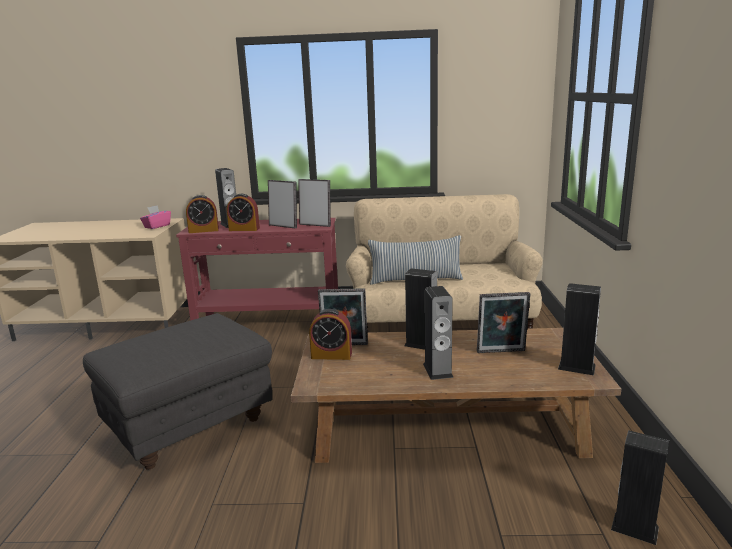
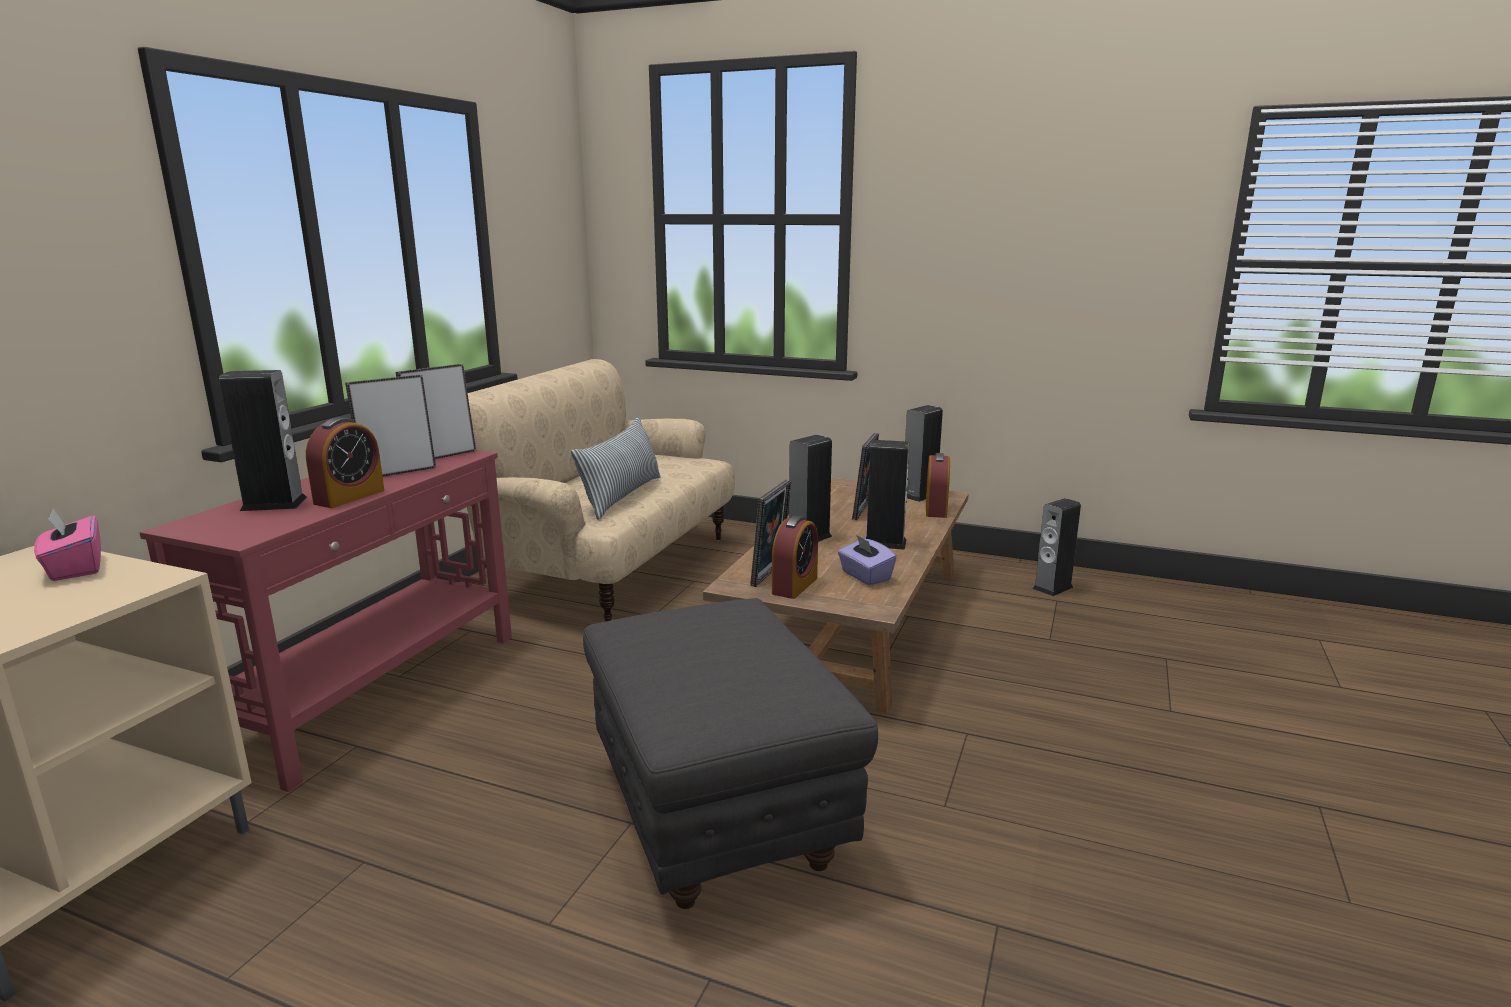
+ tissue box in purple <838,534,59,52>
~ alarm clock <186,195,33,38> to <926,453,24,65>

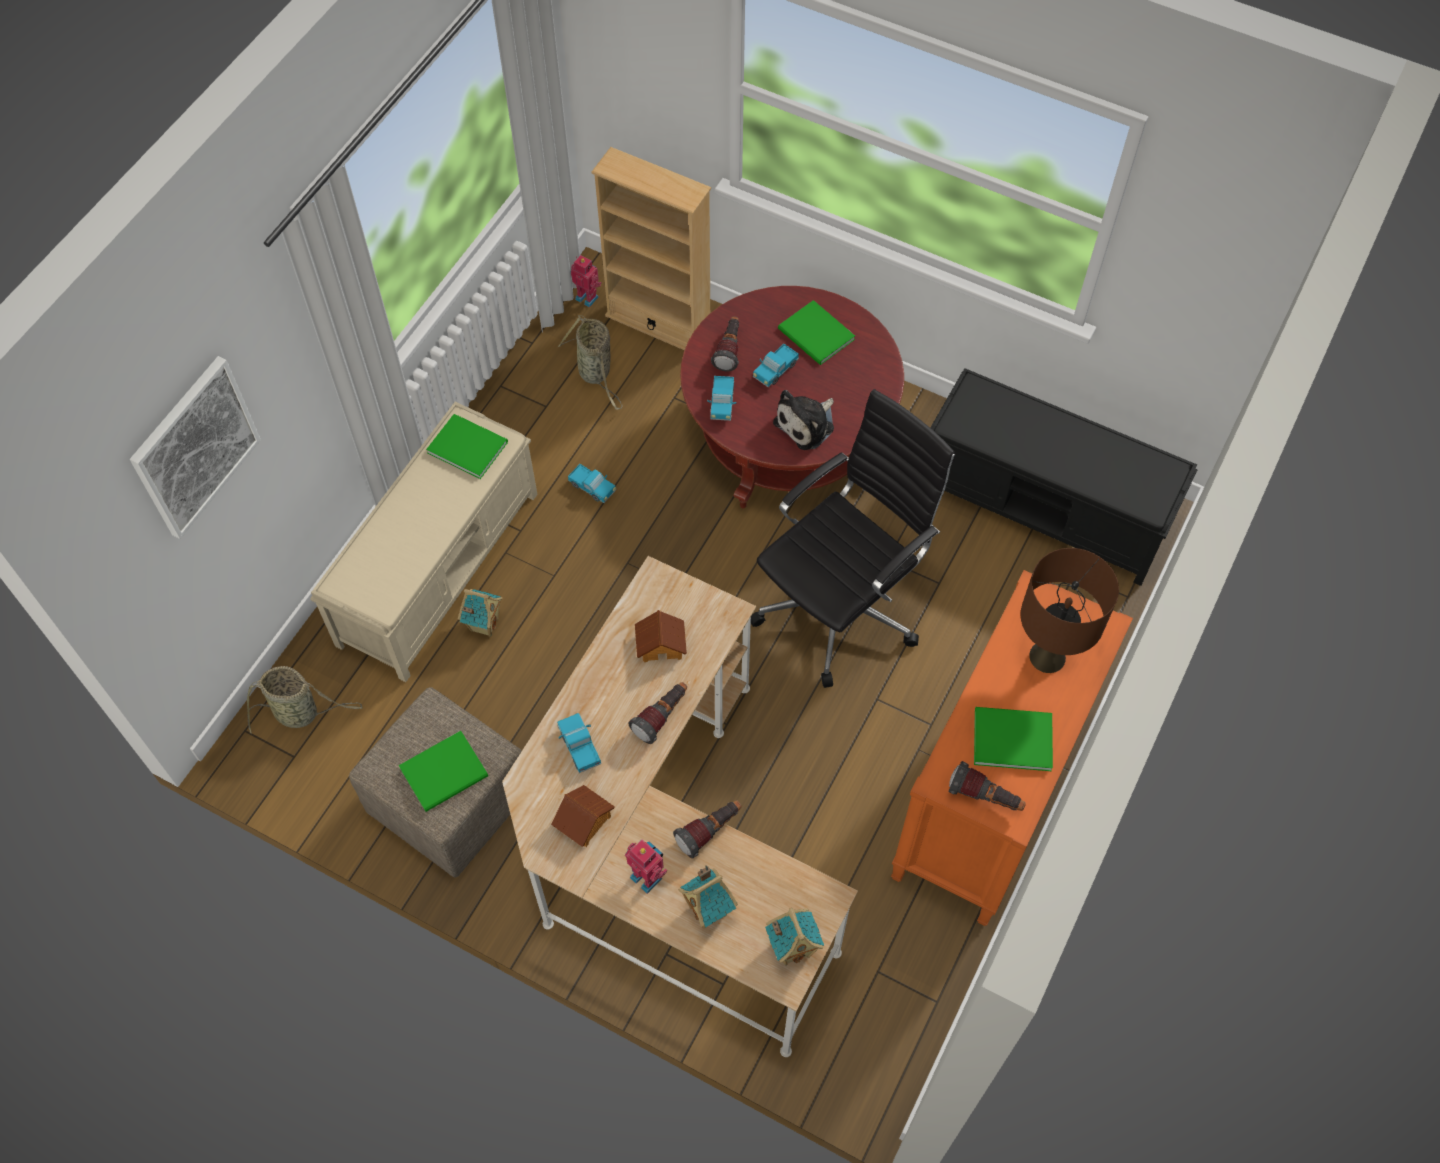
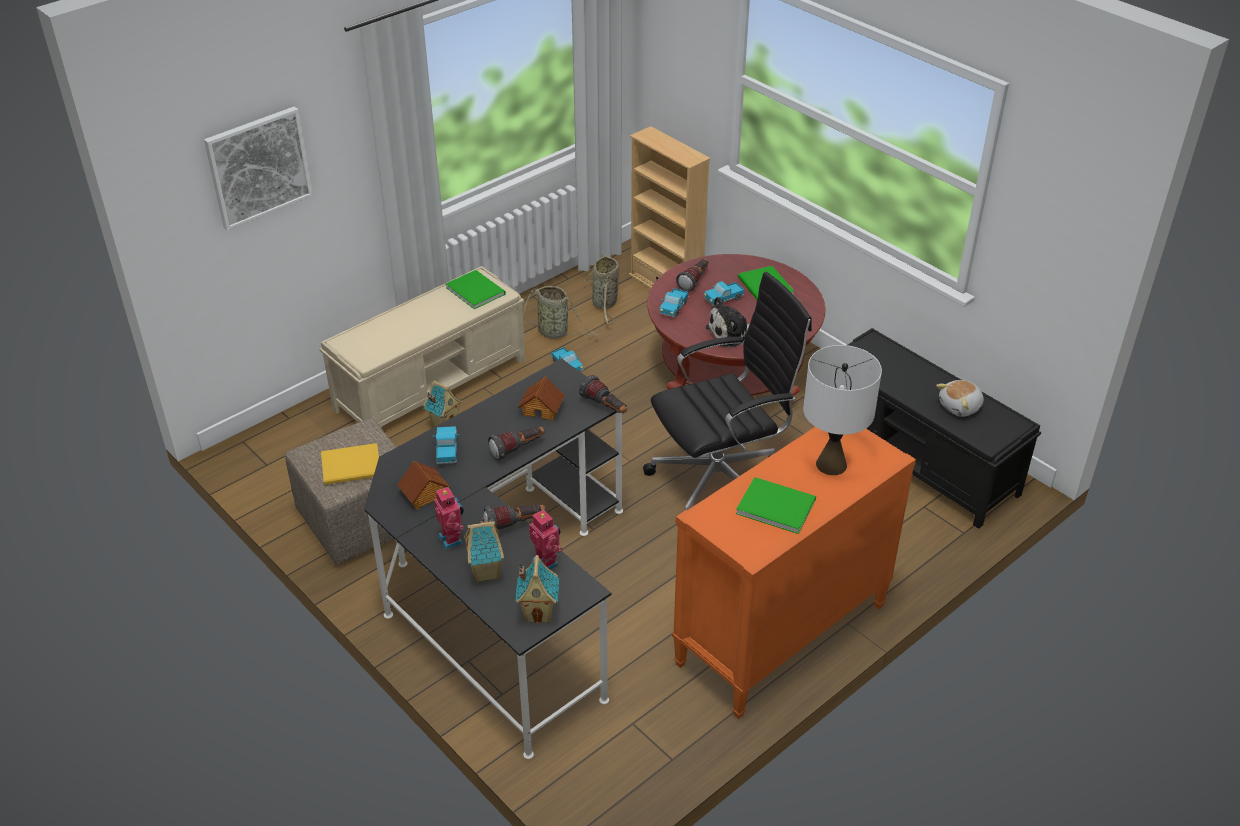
+ plush toy <936,380,48,37>
~ basket <247,666,116,68> to <523,286,74,53>
~ toy robot <571,255,31,52> to <529,510,33,60>
~ flashlight <949,761,77,50> to <579,375,48,38>
~ book in green <399,731,89,81> to book in yellow <321,443,58,42>
~ desk in beige <502,556,356,501> to desk in black <364,359,262,400>
~ table lamp in brown <1020,548,99,125> to table lamp in white <803,345,79,130>

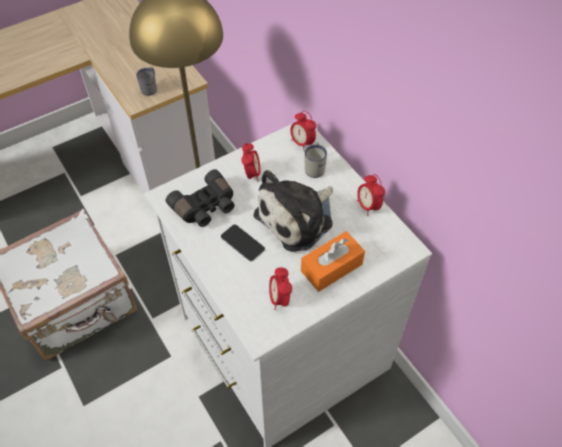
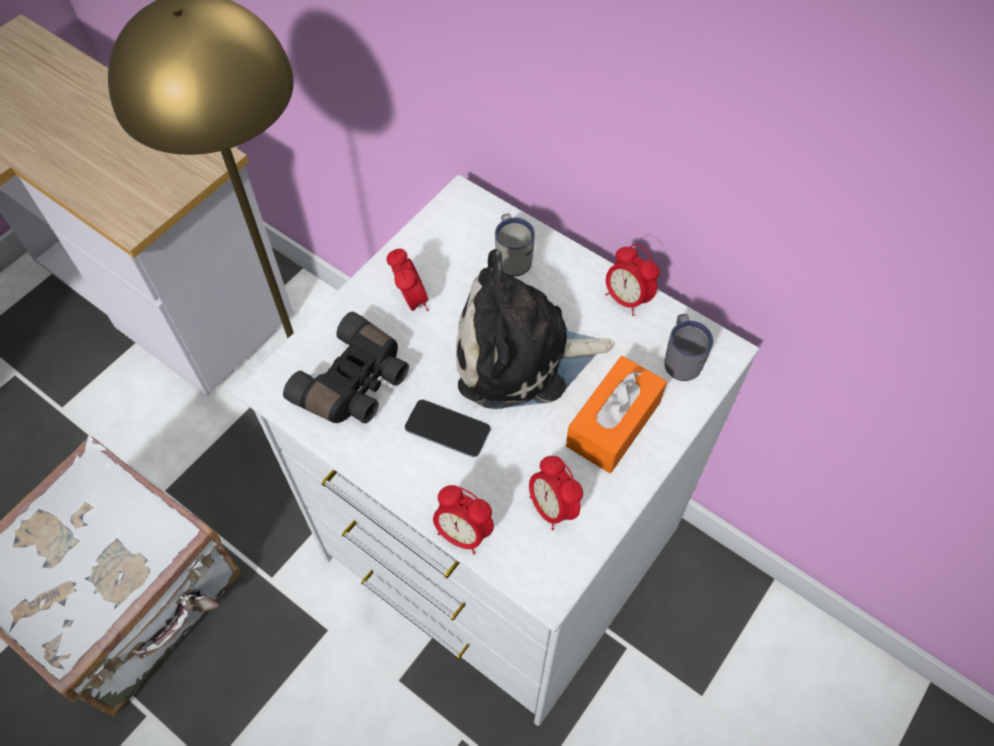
~ mug in grey <136,67,21,29> to <664,314,49,67>
~ alarm clock <290,111,26,40> to <433,485,61,69>
~ plush toy <254,170,79,82> = <456,249,159,160> 60 degrees clockwise

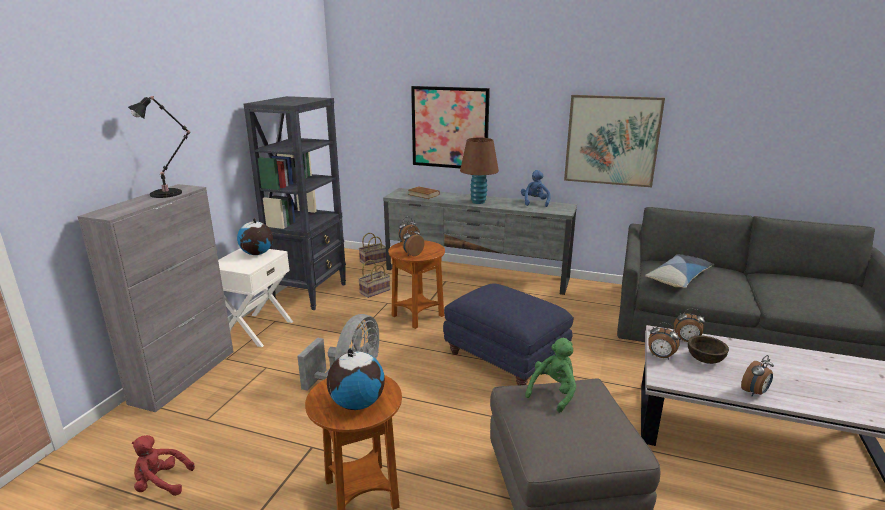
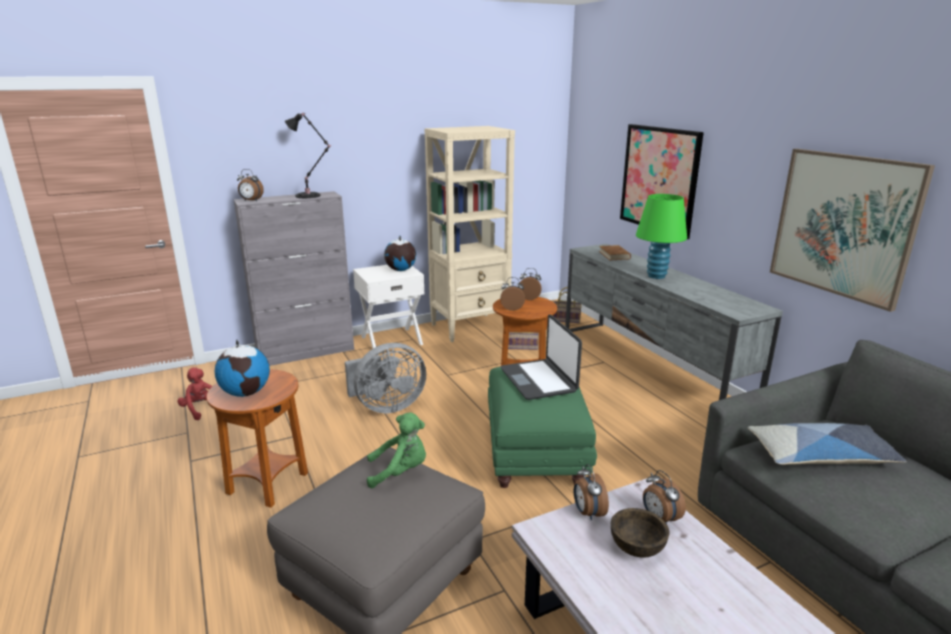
- plush toy in blue <521,170,30,37>
+ laptop <501,314,81,86>
~ alarm clock <741,355,33,41> to <237,169,27,32>
~ bookcase in black <243,96,103,214> to bookcase in beige <425,126,90,216>
~ ottoman in blue <443,283,130,103> to ottoman in green <488,367,109,121>
~ table lamp in brown <460,138,39,66> to table lamp in green <636,194,51,85>

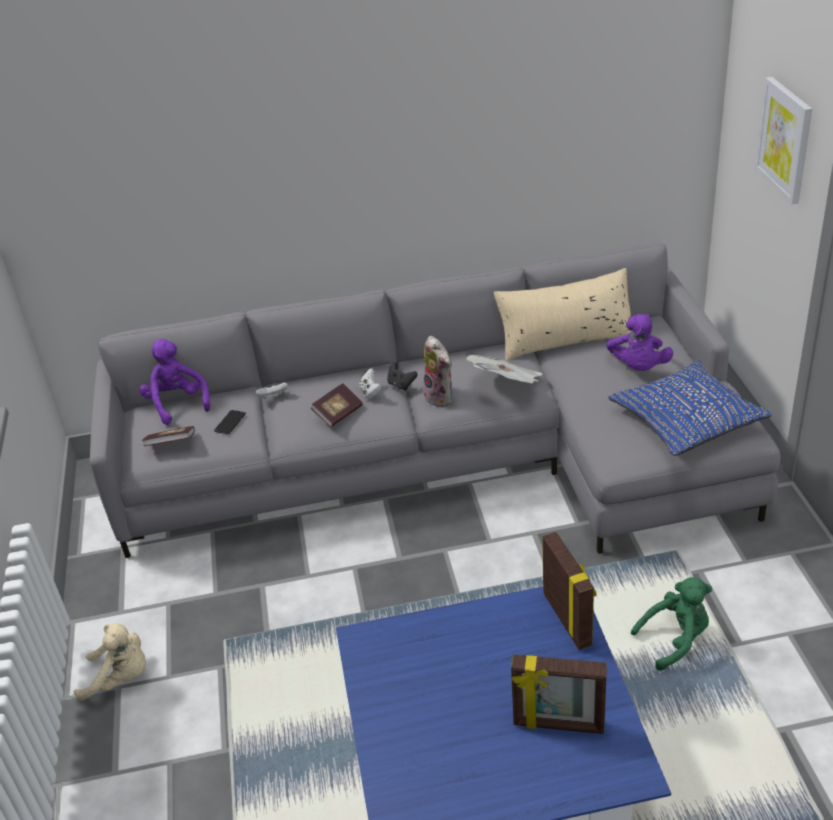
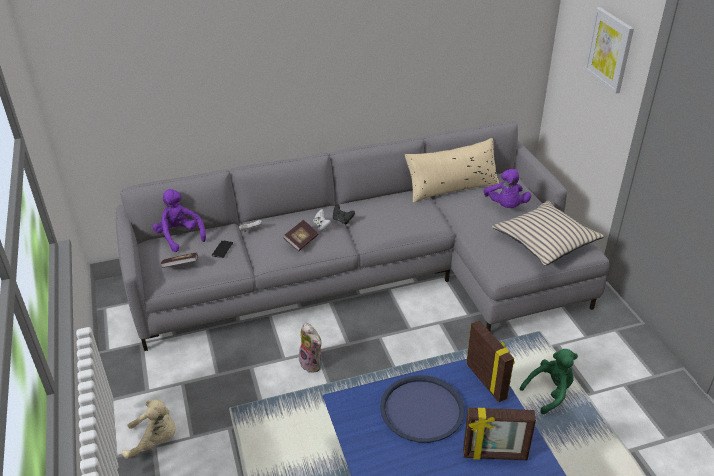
- newspaper <466,355,76,29>
+ tray in blue <380,375,85,68>
~ plush toy <423,336,29,71> to <299,323,23,50>
~ pillow in blue <608,360,164,96> to pillow in beige <492,201,113,65>

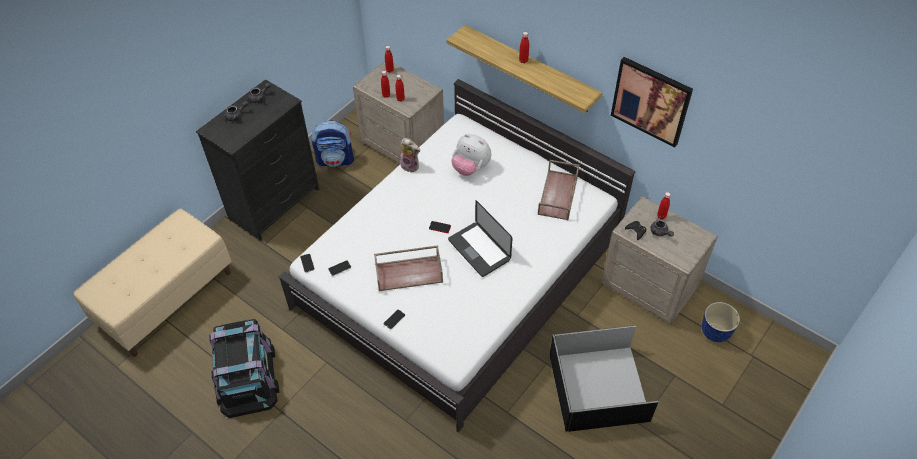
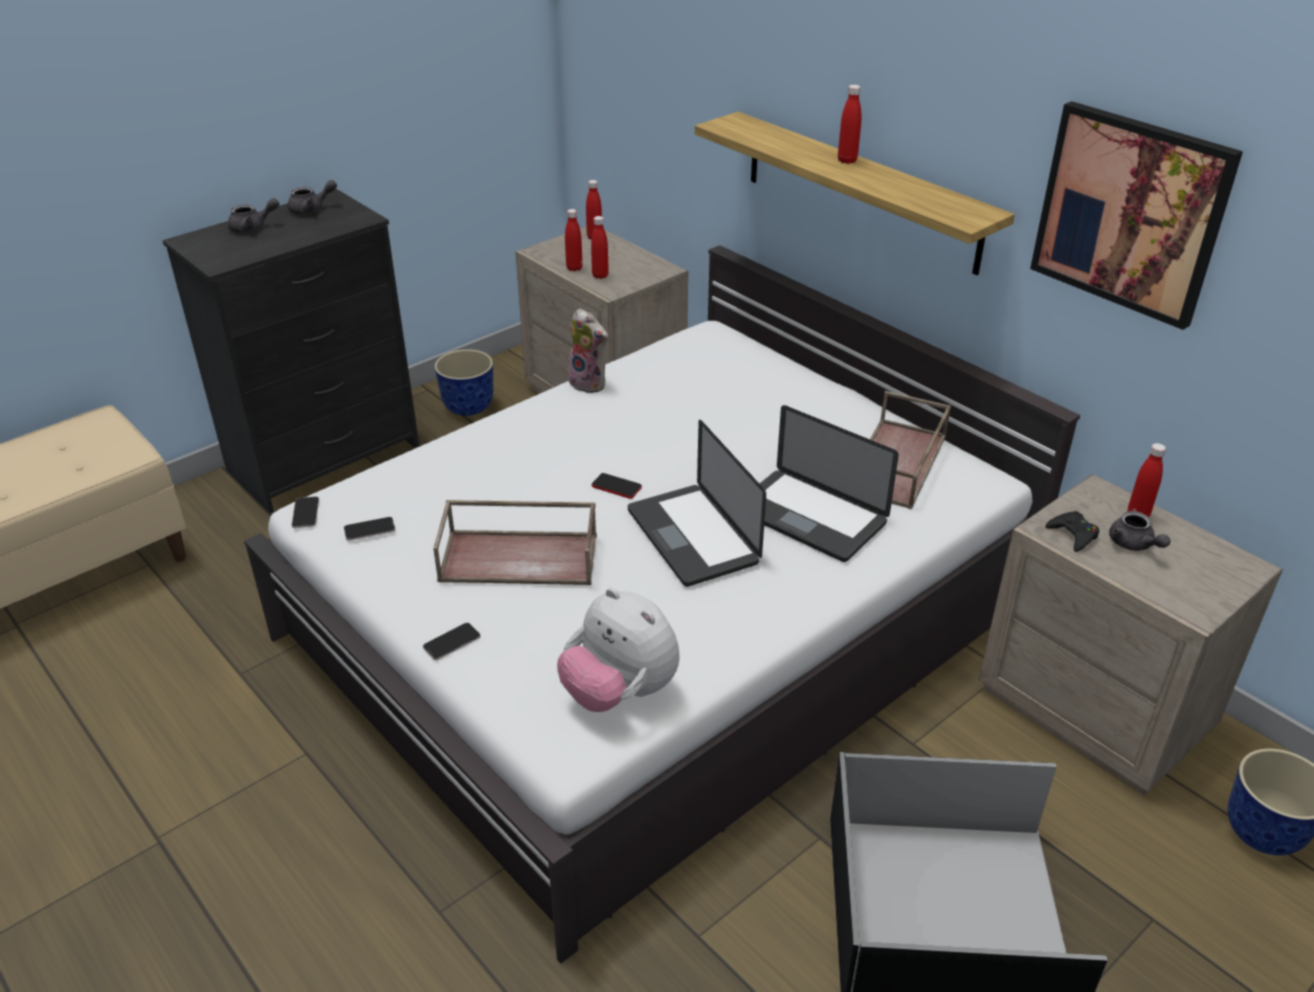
- storage box in black <209,319,70,99>
+ laptop <760,405,139,157>
~ plush toy <451,134,40,42> to <557,588,123,124>
~ backpack <312,120,42,47> to planter <434,349,59,67>

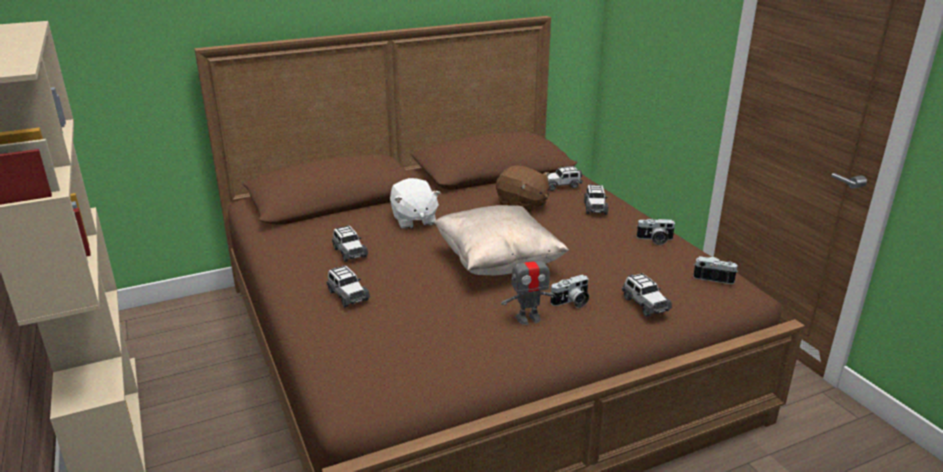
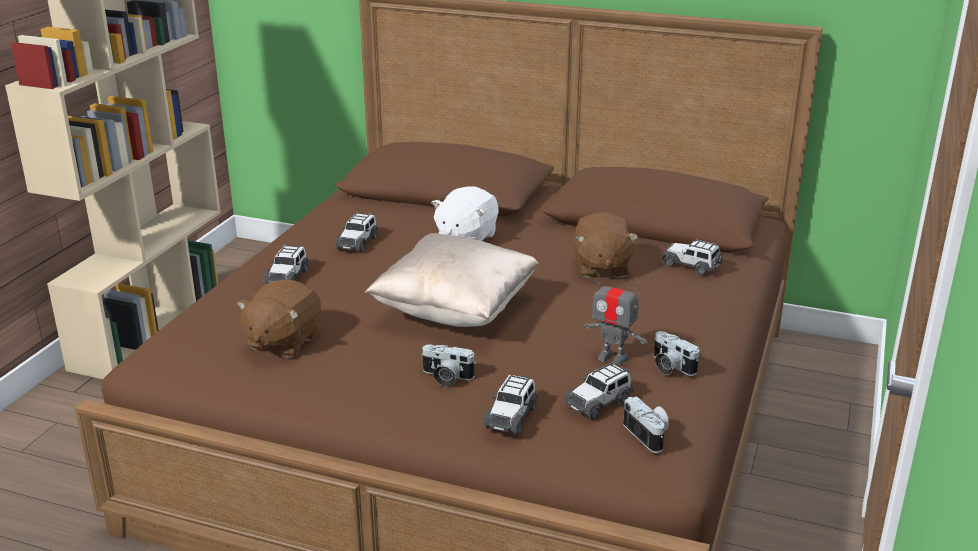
+ plush toy in brown <236,280,85,78>
~ toy robot <501,250,55,75> to <583,270,65,95>
~ toy car <584,184,24,31> to <564,363,70,57>

